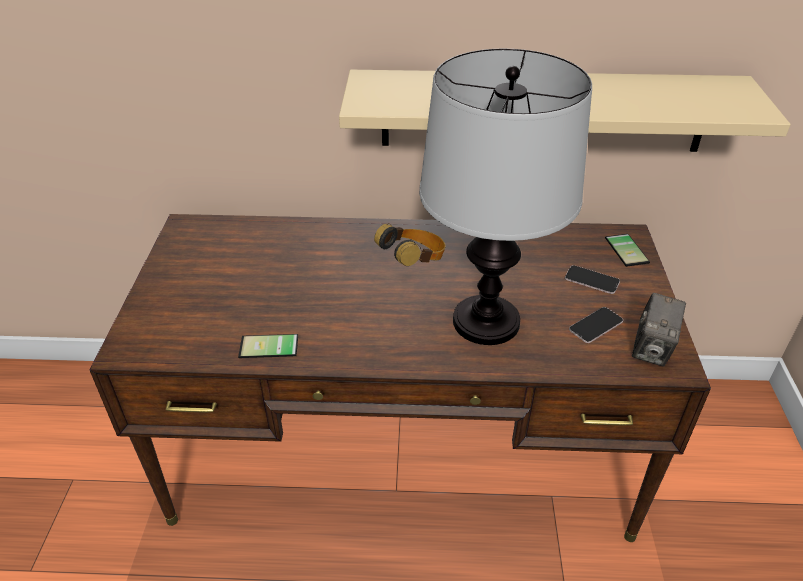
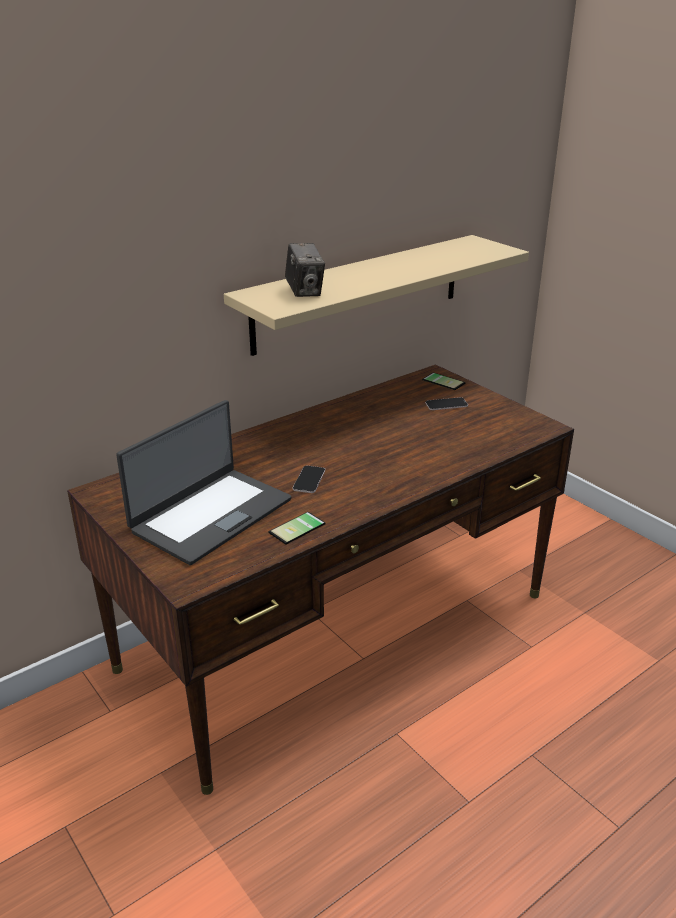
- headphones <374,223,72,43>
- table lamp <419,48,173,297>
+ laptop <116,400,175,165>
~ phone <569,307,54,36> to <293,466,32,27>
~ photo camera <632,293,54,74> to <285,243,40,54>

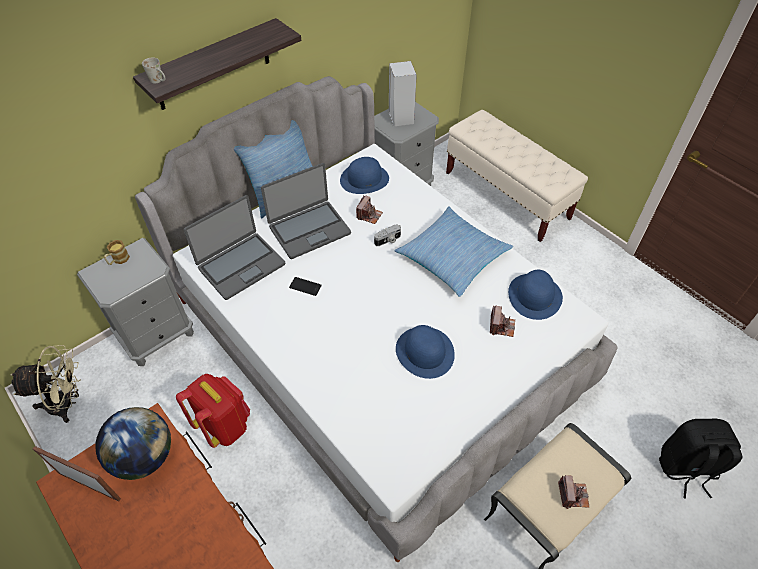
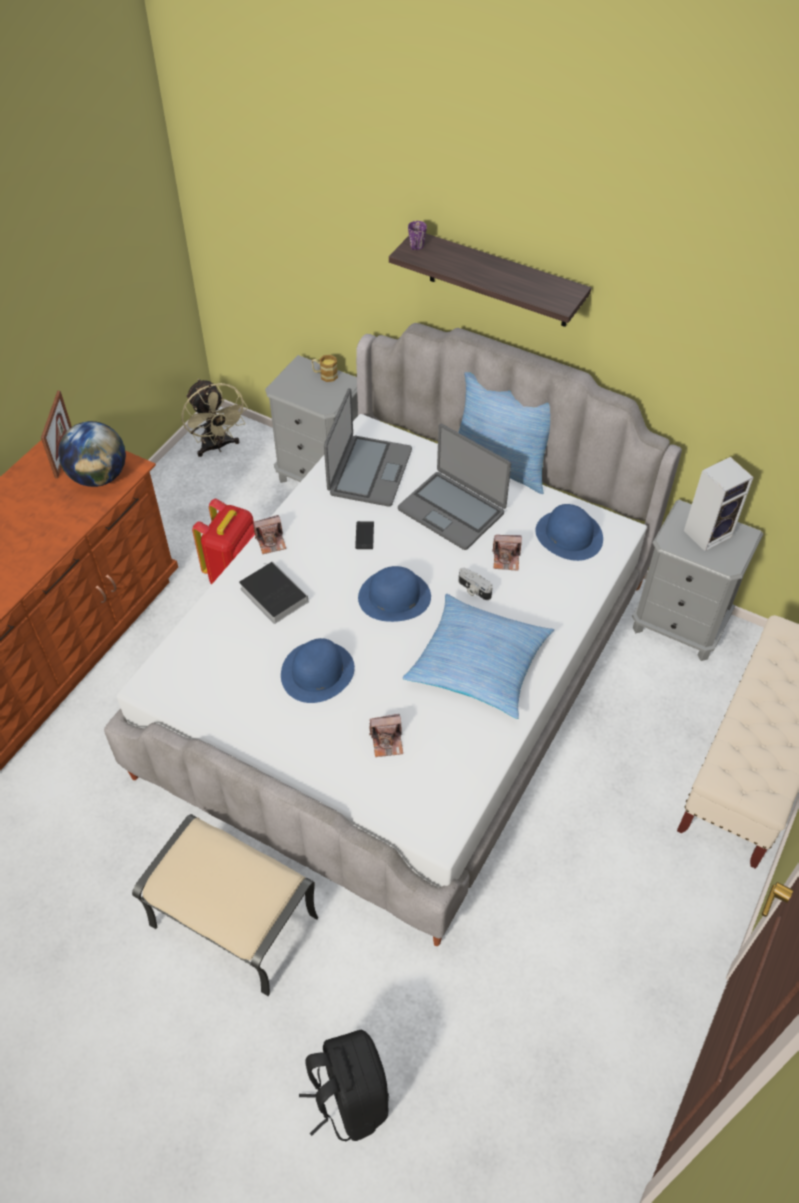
+ book <239,561,70,63>
~ hat in blue <508,270,55,50> to <358,566,73,56>
~ photo camera <558,475,31,34> to <253,515,33,39>
~ mug in white <142,57,23,27> to mug in purple <408,221,19,29>
~ laptop <184,195,101,105> = <324,388,88,119> 105 degrees counterclockwise

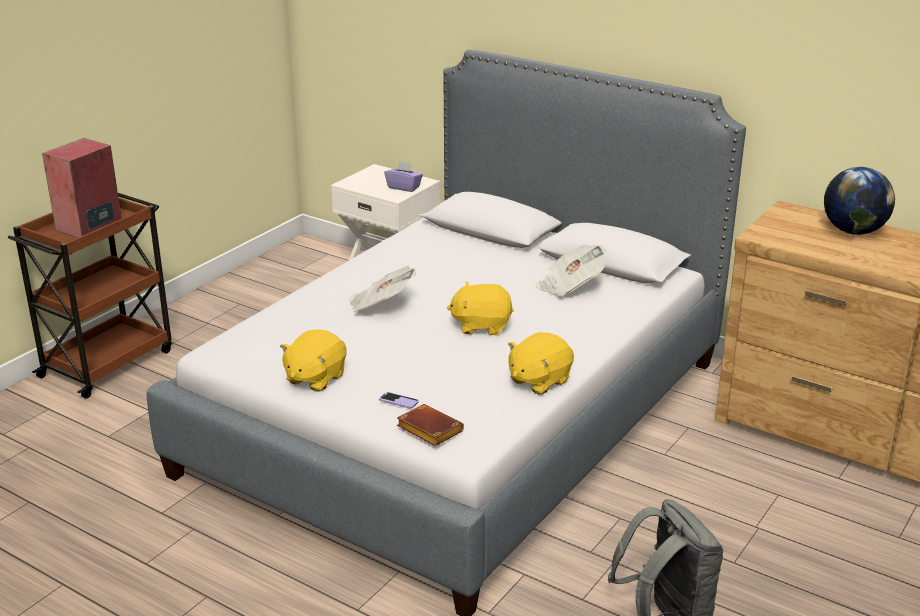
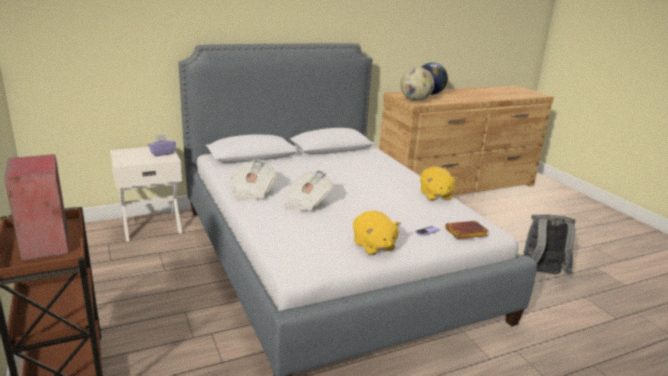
- plush toy in yellow <447,281,67,54>
+ globe <400,67,34,34>
~ newspaper <536,244,70,53> to <231,160,45,41>

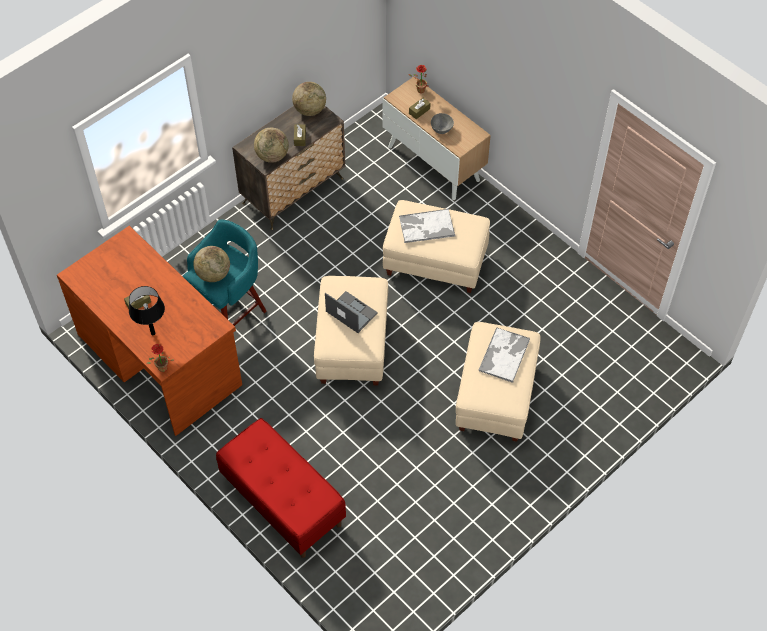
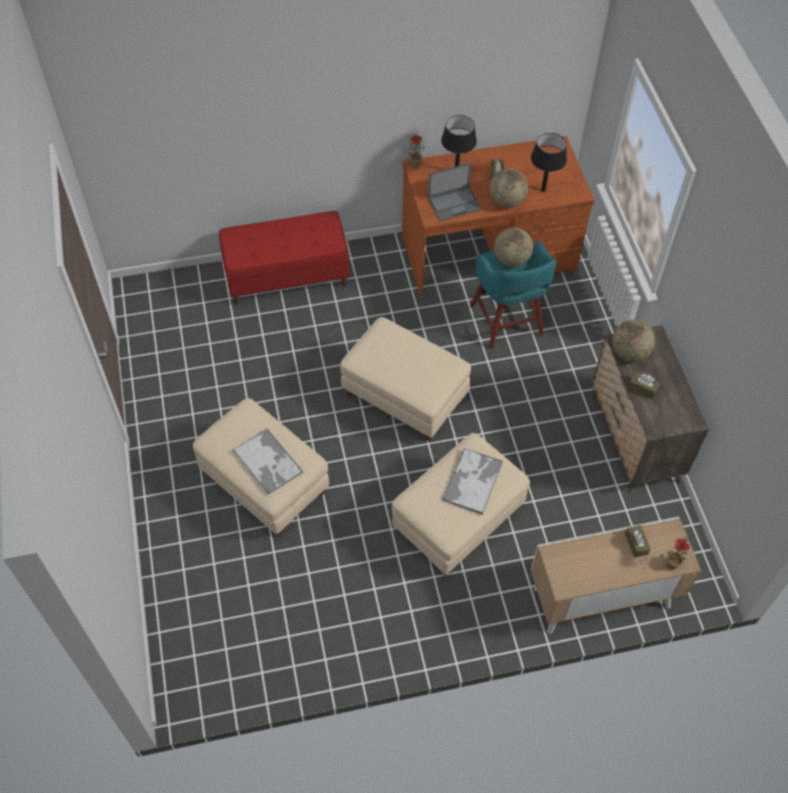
- bowl in grey <431,113,23,21>
+ table lamp in black <531,133,36,59>
~ globe <292,82,34,34> to <489,168,39,40>
~ laptop <325,291,53,42> to <428,163,54,58>

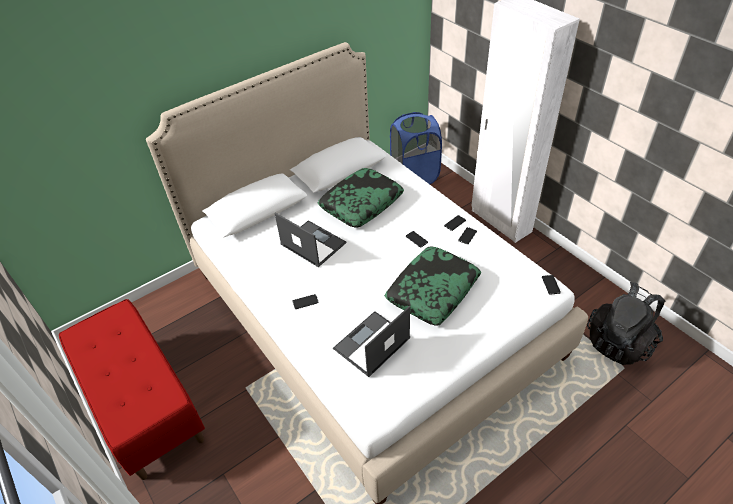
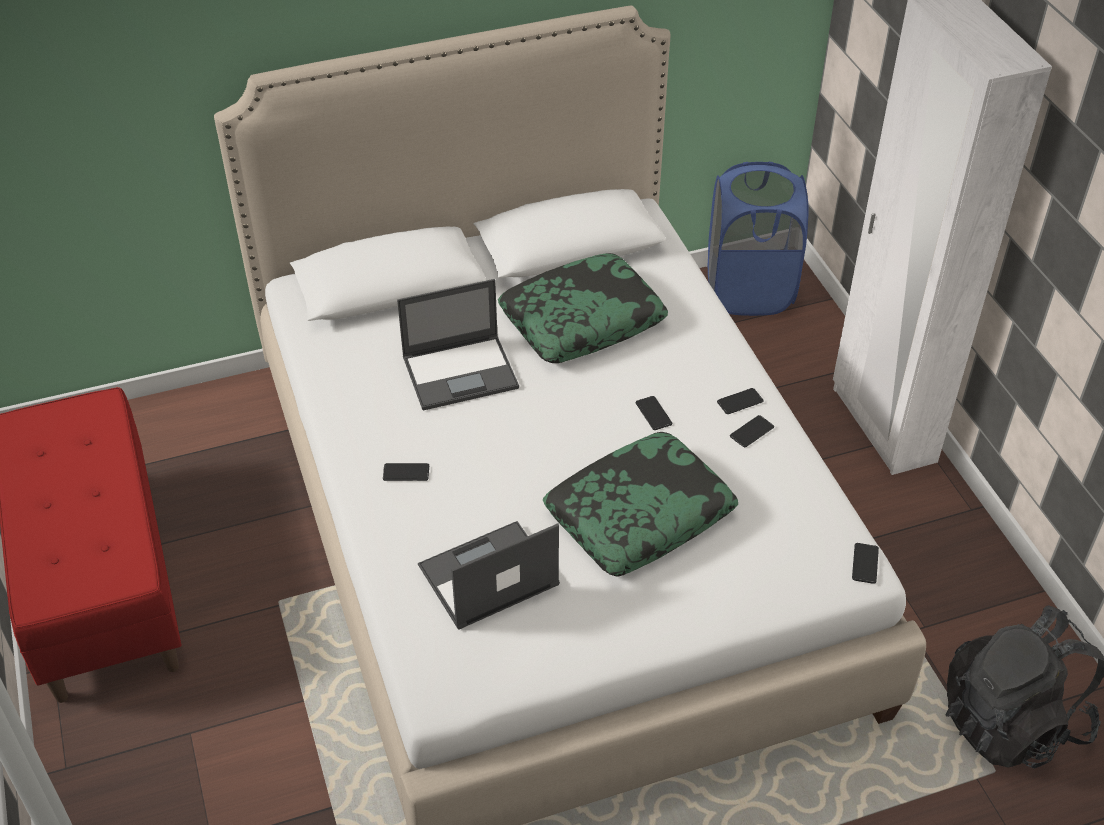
~ laptop <275,213,71,54> = <397,279,122,132> 105 degrees clockwise

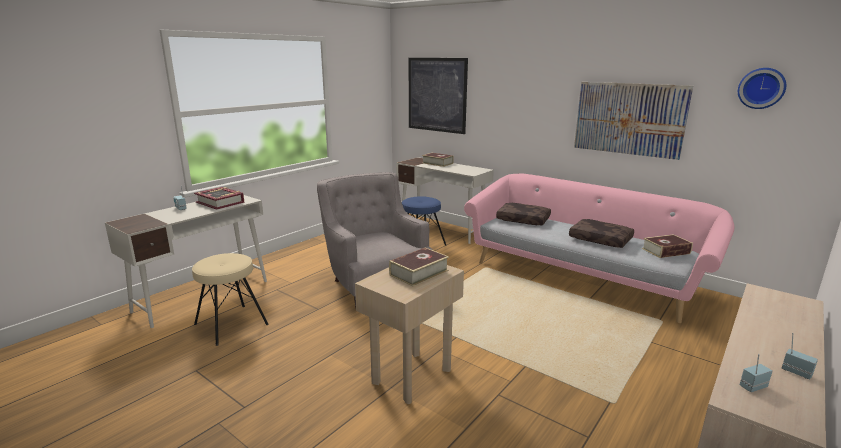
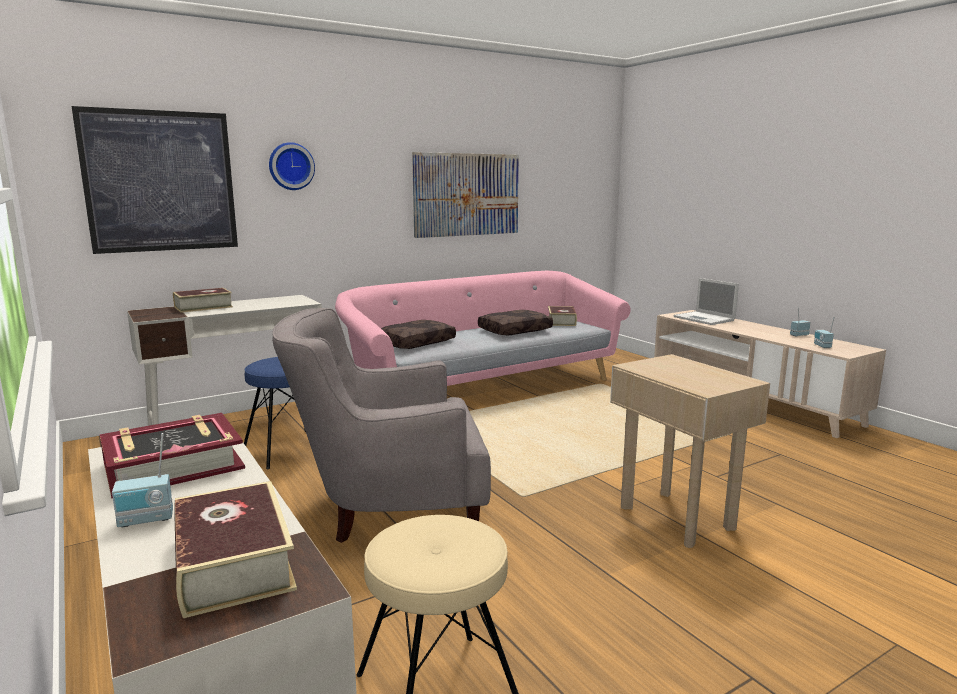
+ laptop <674,278,65,47>
~ book <389,247,60,39> to <174,481,123,137>
~ wall clock <738,68,48,41> to <269,142,46,48>

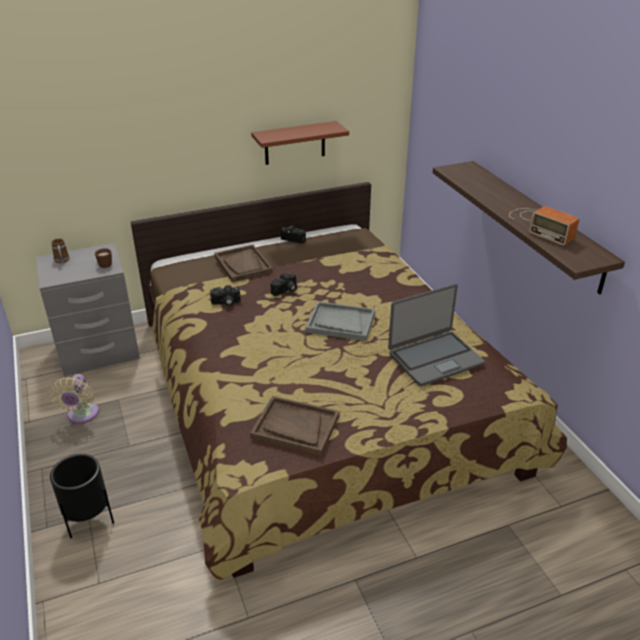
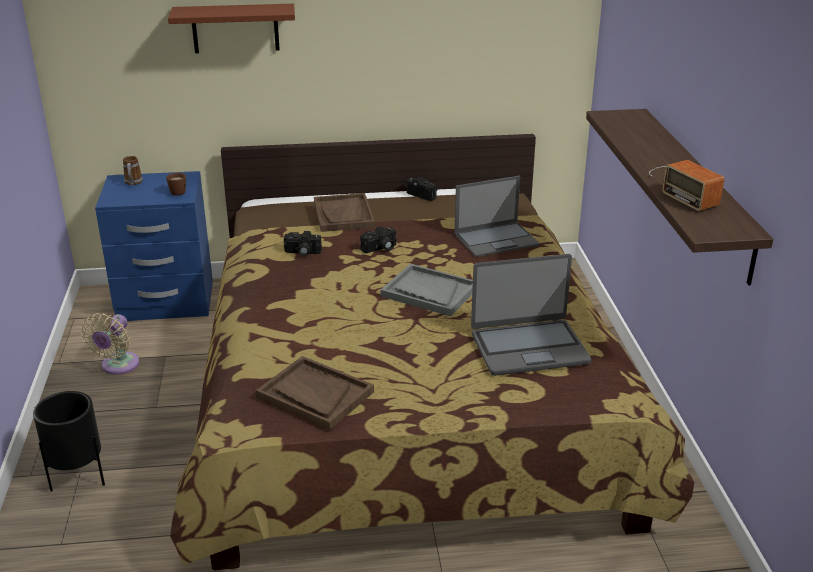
+ laptop <454,176,86,81>
~ shelf in brown <251,121,98,44> to <168,4,127,49>
~ nightstand in grey <36,243,104,133> to nightstand in blue <95,171,118,150>

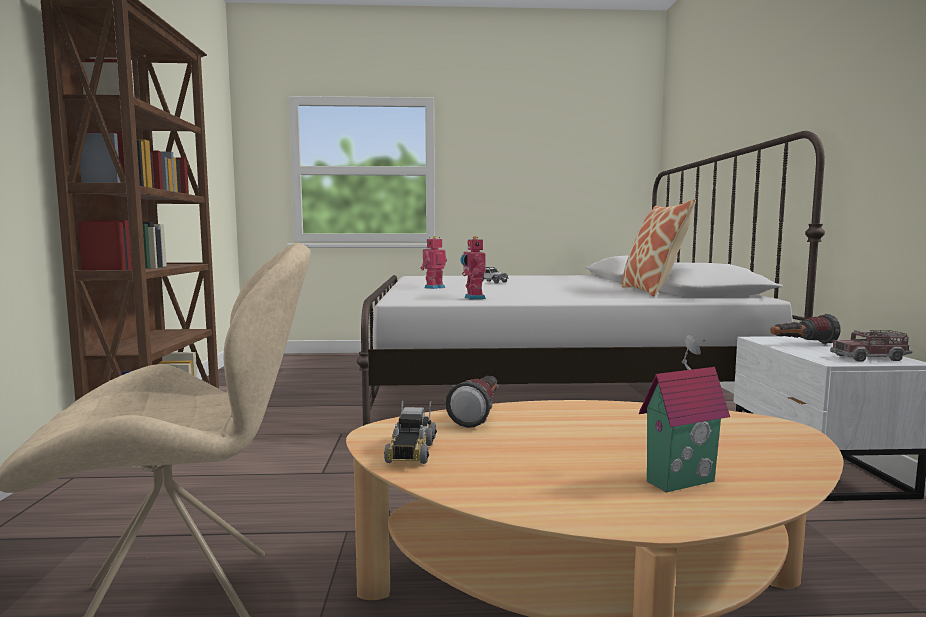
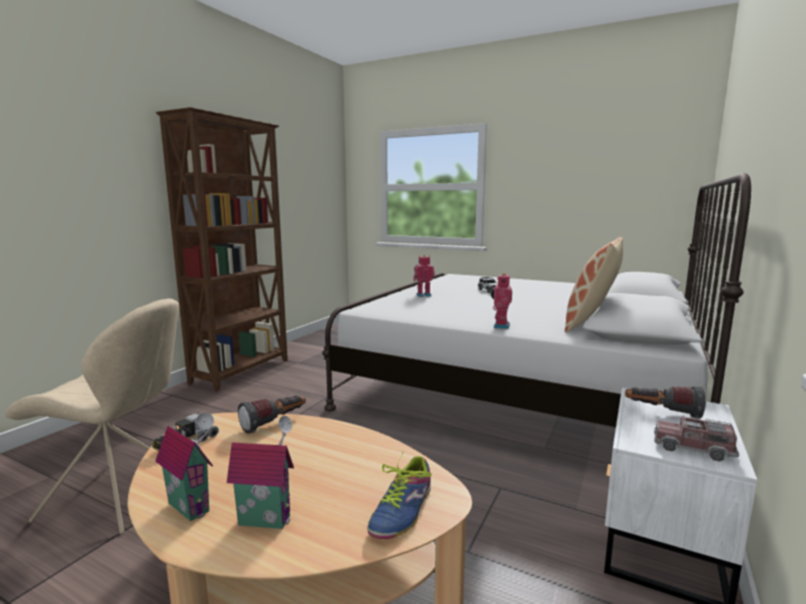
+ toy house <155,413,59,108>
+ shoe <367,452,64,87>
~ toy robot <461,236,25,63> to <491,272,21,57>

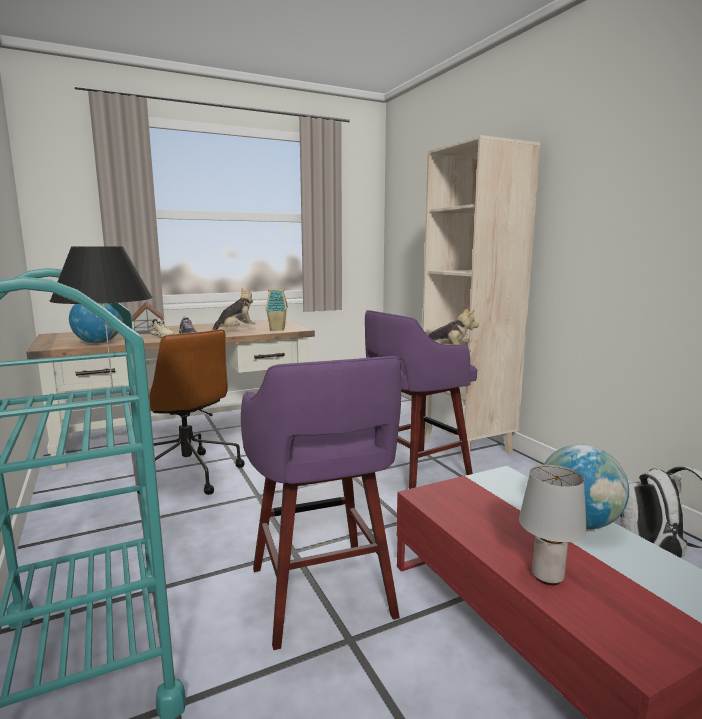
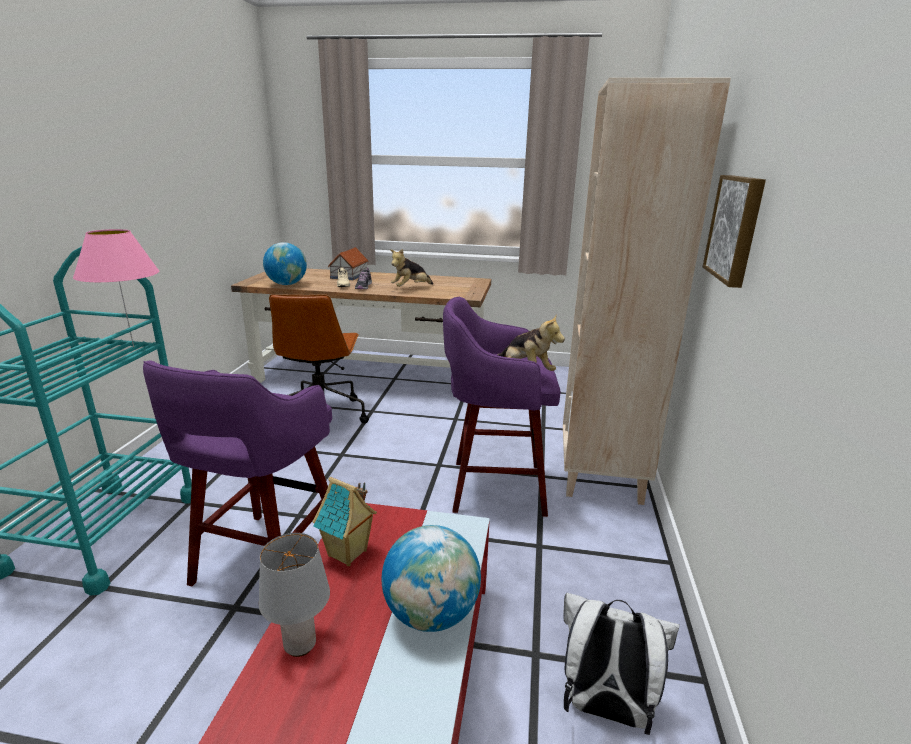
+ picture <703,175,63,113>
~ toy house <265,289,23,41> to <313,477,64,89>
~ table lamp in black <50,246,103,146> to table lamp in pink <73,229,86,119>
~ plush toy <212,289,43,41> = <390,249,43,38> 150 degrees clockwise

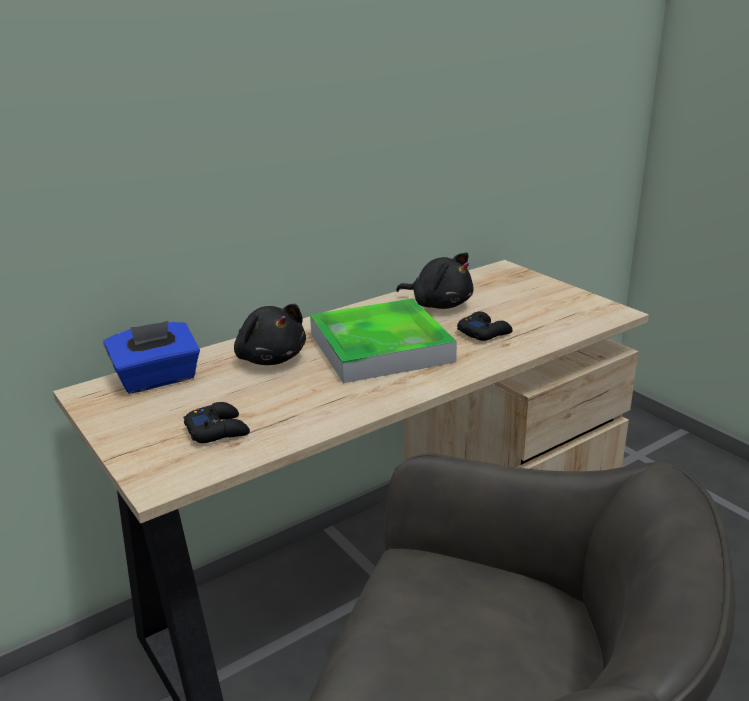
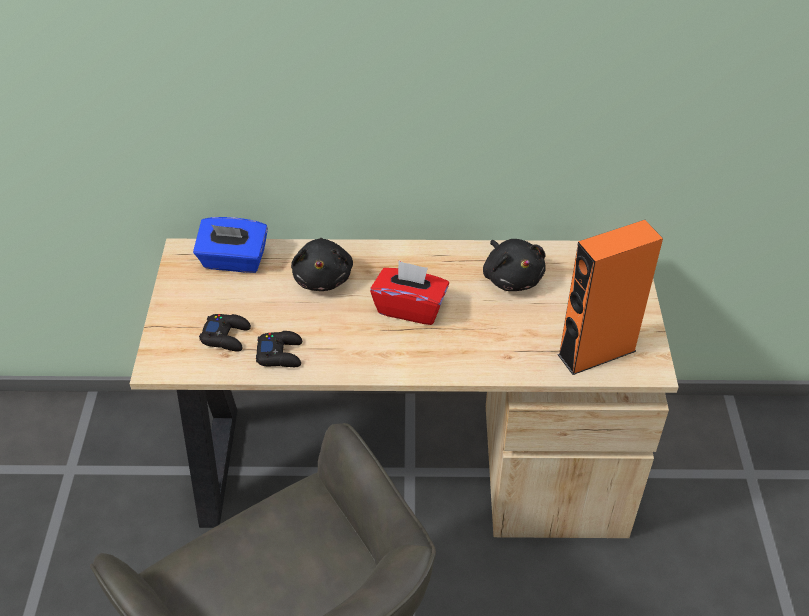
+ speaker in orange <557,220,106,155>
~ game controller in black <457,311,56,30> to <256,331,46,36>
~ tray <310,299,147,84> to tissue box in red <370,260,79,65>

